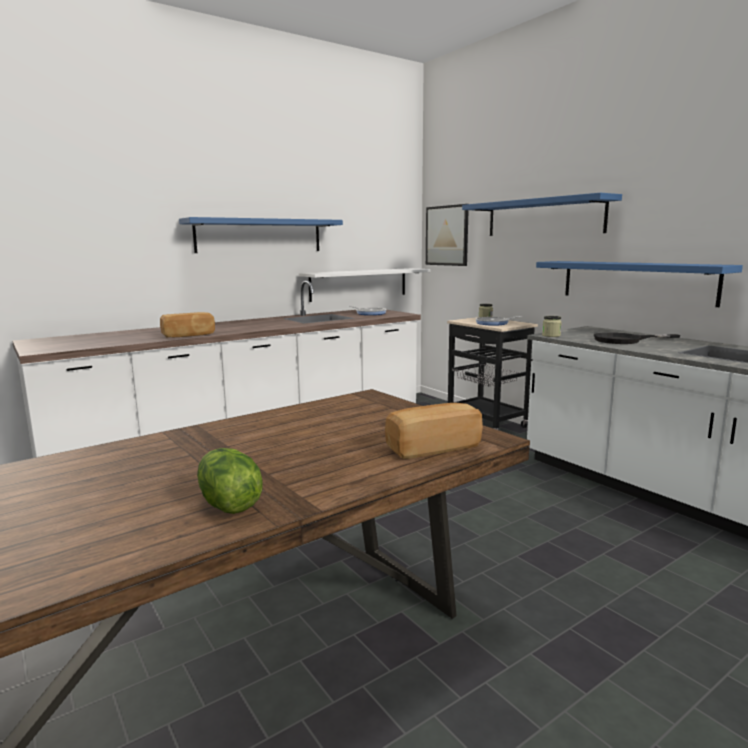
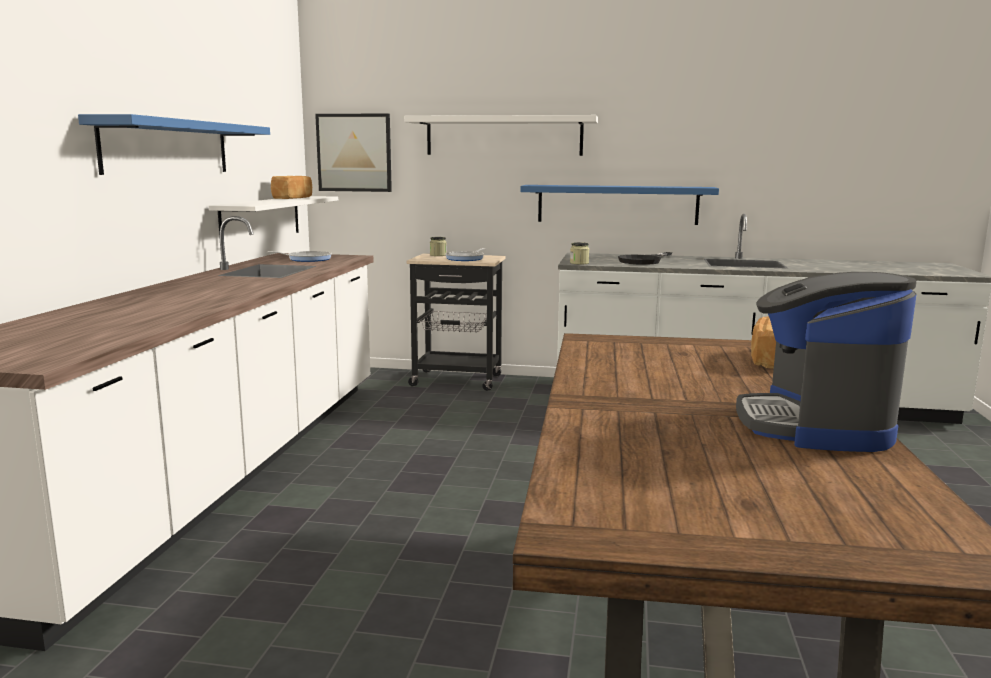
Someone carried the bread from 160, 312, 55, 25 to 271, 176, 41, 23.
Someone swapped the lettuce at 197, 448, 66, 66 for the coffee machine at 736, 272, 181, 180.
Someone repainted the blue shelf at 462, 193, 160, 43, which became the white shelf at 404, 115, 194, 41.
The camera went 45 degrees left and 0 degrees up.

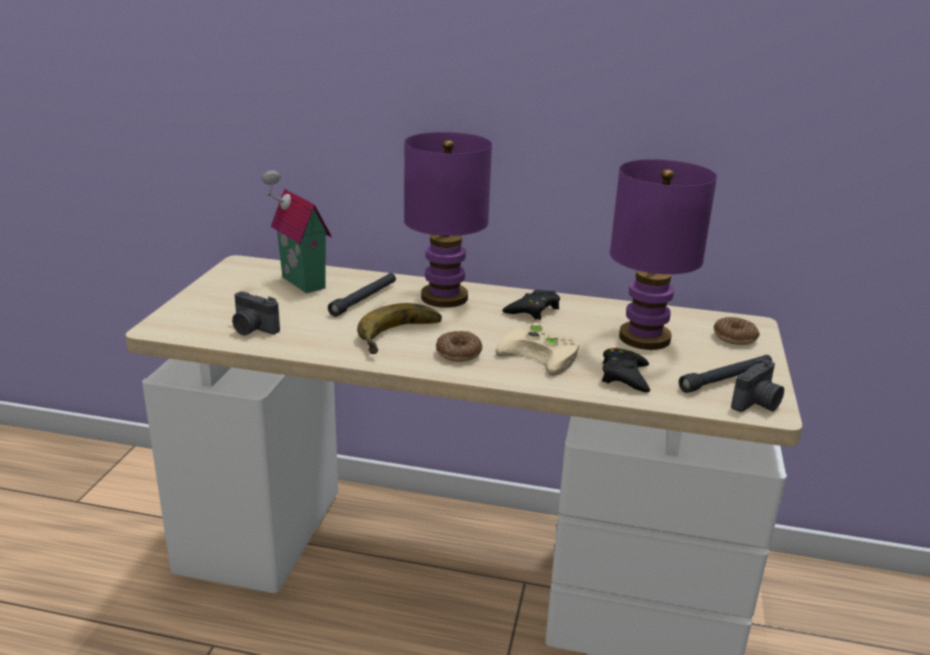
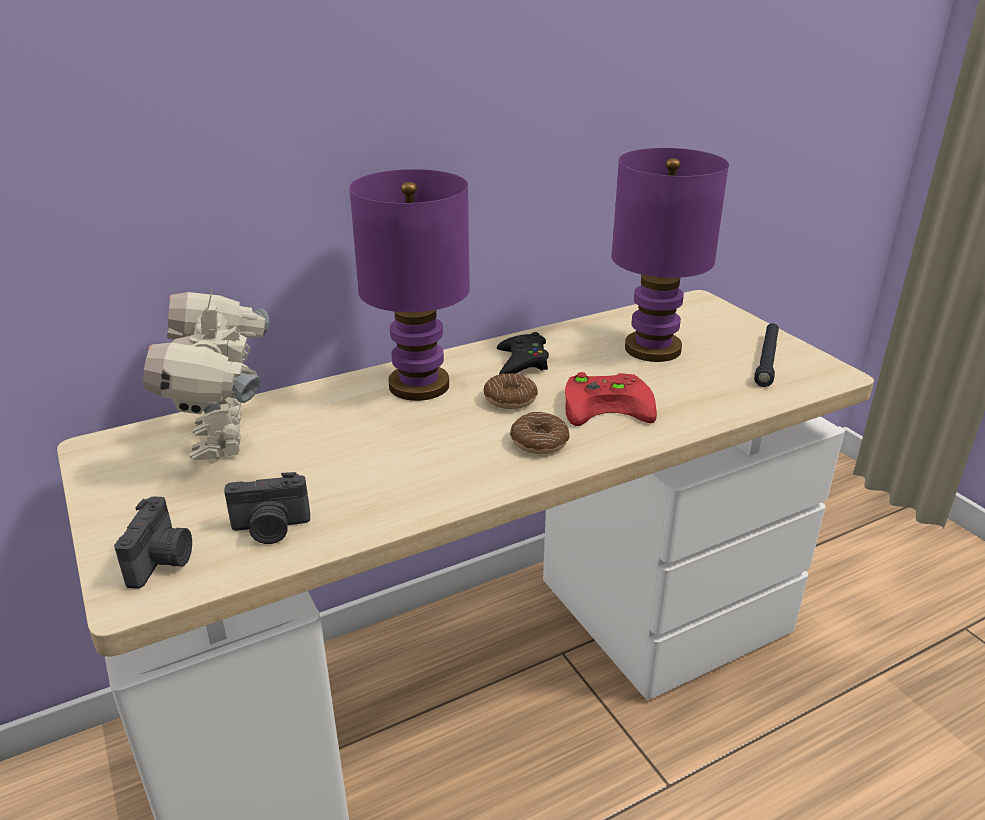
Someone took away the black flashlight at 328, 273, 68, 44.
Someone took away the banana at 357, 303, 85, 51.
Someone took away the black game controller at 602, 348, 48, 44.
Someone carried the donut from 714, 317, 46, 28 to 483, 373, 55, 36.
Someone carried the photo camera from 731, 358, 53, 54 to 114, 496, 78, 93.
Someone swapped the toy house at 262, 170, 70, 123 for the toy robot at 143, 288, 126, 172.
Someone repainted the beige game controller at 495, 322, 85, 54, which became the red game controller at 565, 372, 92, 54.
The camera went 40 degrees left and 5 degrees up.

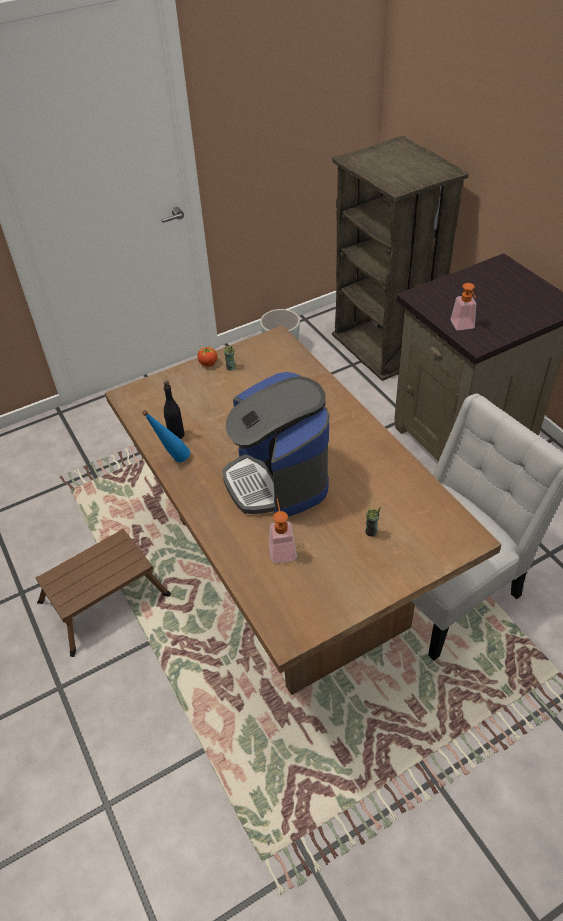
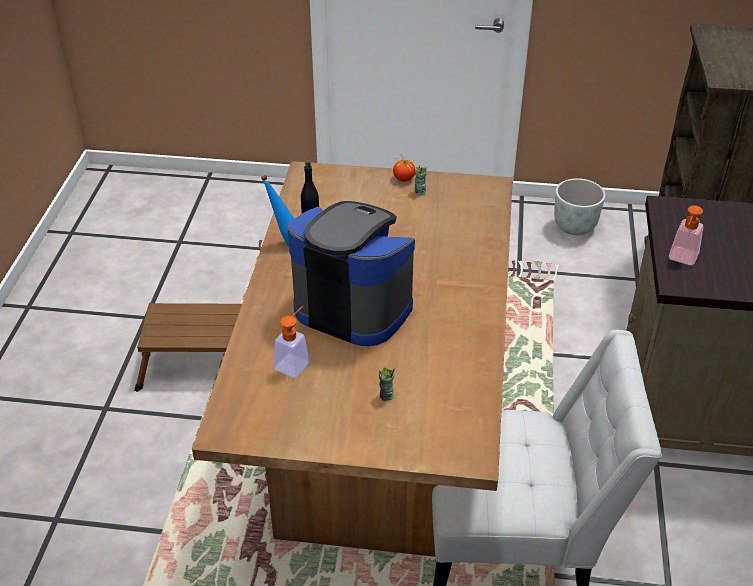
Someone rotated the coffee machine at 222, 372, 107, 145 by 105 degrees clockwise.
The camera went 35 degrees right and 5 degrees down.

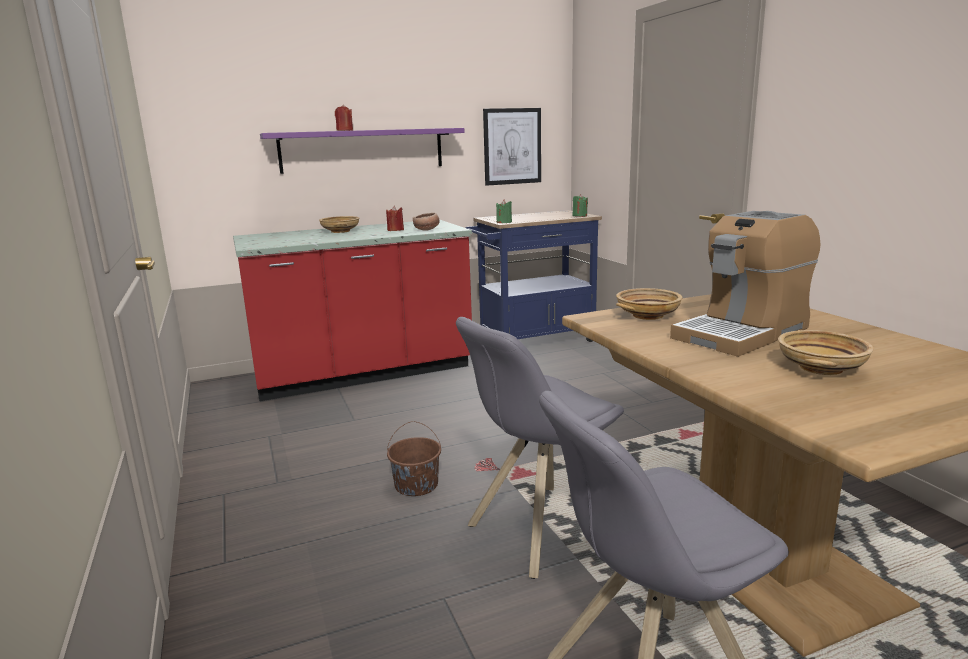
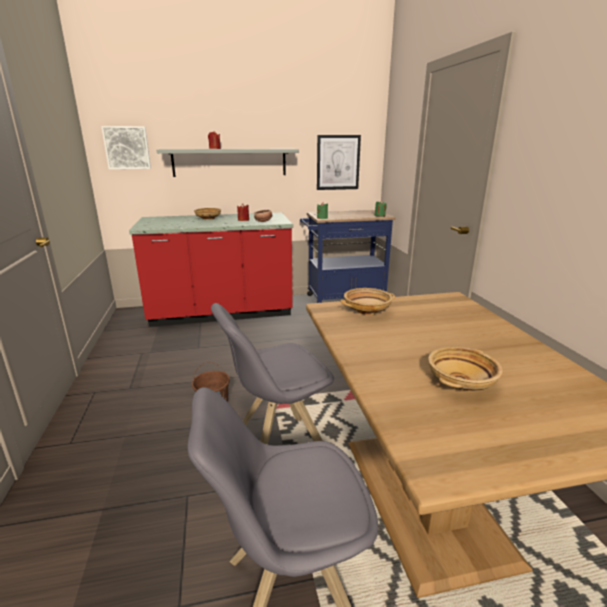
Someone took away the coffee machine at 670, 211, 150, 146.
Someone put up the picture at 101, 126, 50, 43.
Someone repainted the purple shelf at 260, 128, 205, 46, which became the grey shelf at 157, 149, 142, 28.
The camera went 10 degrees right and 5 degrees up.

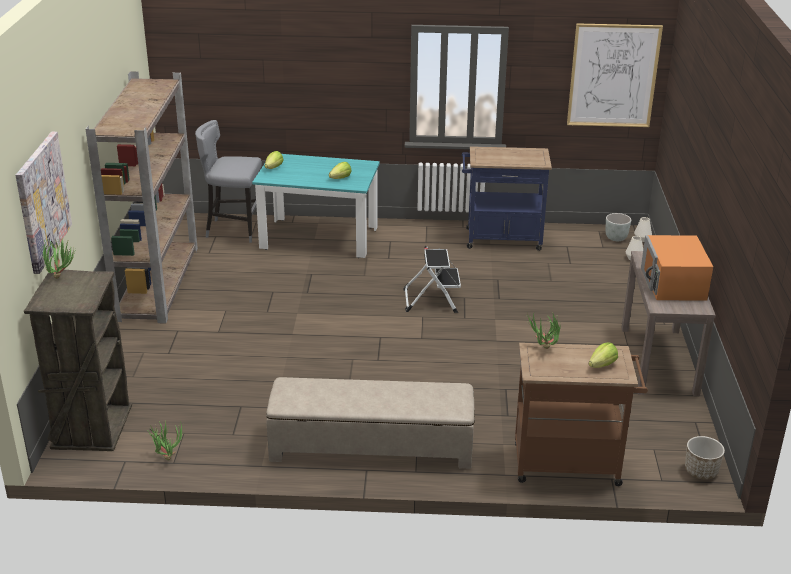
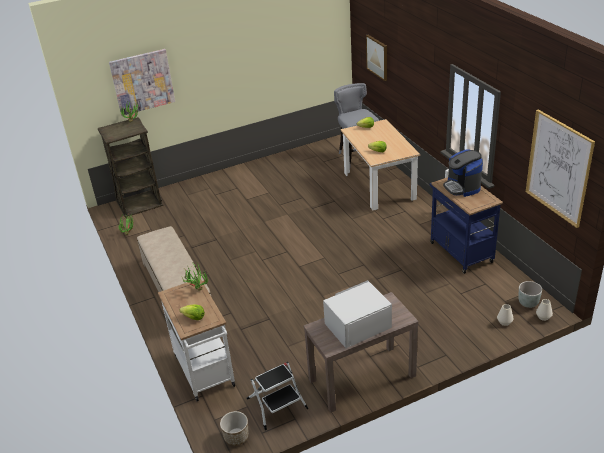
Someone took away the brown bookcase at 86, 71, 112, 253.
Someone put up the picture at 366, 35, 21, 46.
Someone put down the coffee machine at 443, 149, 40, 48.
Someone carried the step ladder from 403, 246, 58, 67 to 246, 362, 62, 68.
Someone repainted the turquoise dining table at 252, 154, 128, 104, which became the beige dining table at 341, 119, 79, 91.
Someone repainted the brown cart at 515, 343, 133, 143, which became the white cart at 158, 279, 77, 122.
Someone repainted the orange microwave at 641, 235, 72, 65, which became the white microwave at 323, 280, 69, 68.
The camera went 65 degrees right and 5 degrees up.

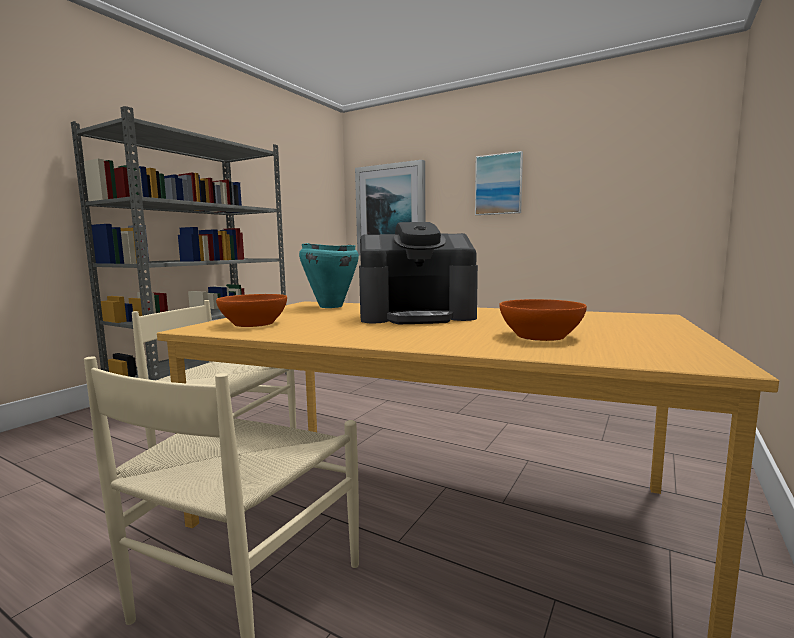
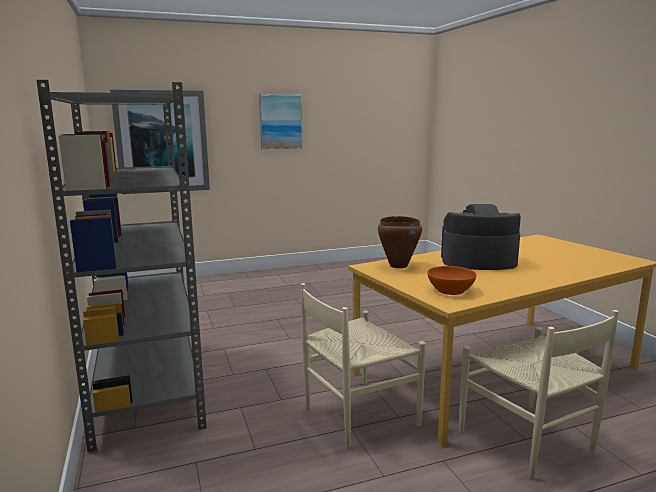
Someone took away the orange bowl at 499, 299, 88, 42.
Someone repainted the turquoise cooking pot at 299, 243, 60, 65, which became the brown cooking pot at 378, 216, 44, 52.
Someone rotated the coffee machine at 359, 222, 119, 102 by 120 degrees counterclockwise.
The camera went 50 degrees left and 5 degrees up.

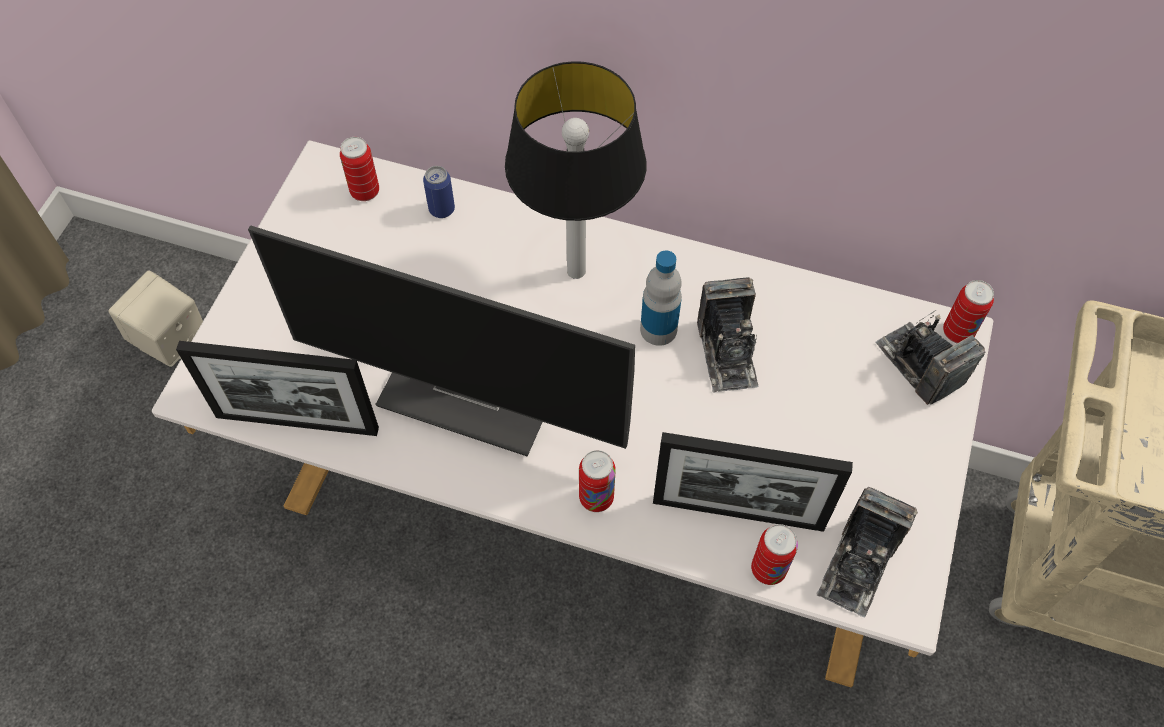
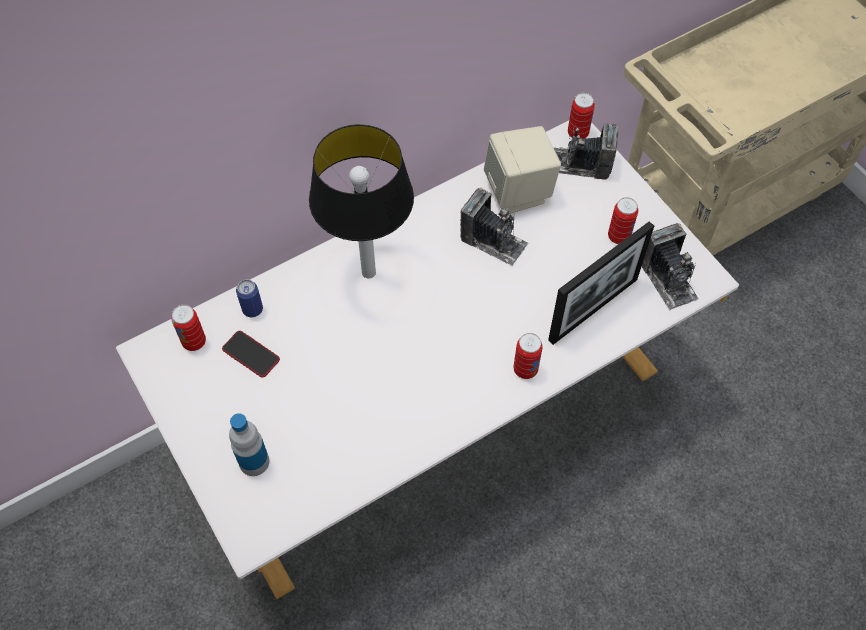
Someone took away the picture frame at 176, 341, 203, 95.
Someone took away the monitor at 248, 225, 387, 231.
Someone put down the phone at 222, 331, 58, 46.
Someone carried the beige speaker from 109, 270, 94, 97 to 484, 126, 77, 88.
Someone carried the bottle from 640, 250, 42, 96 to 229, 413, 40, 63.
Someone carried the can from 751, 524, 47, 61 to 608, 197, 30, 47.
The camera went 50 degrees left and 0 degrees up.

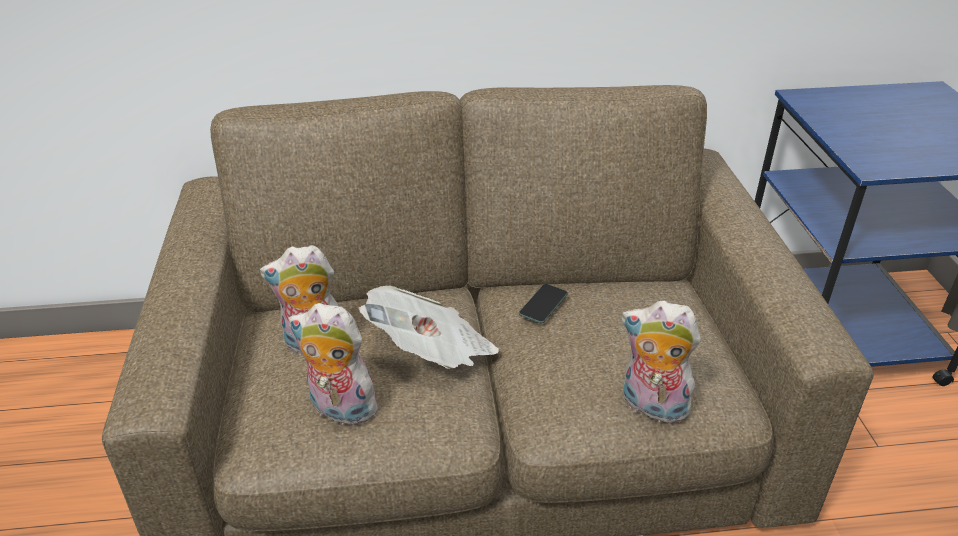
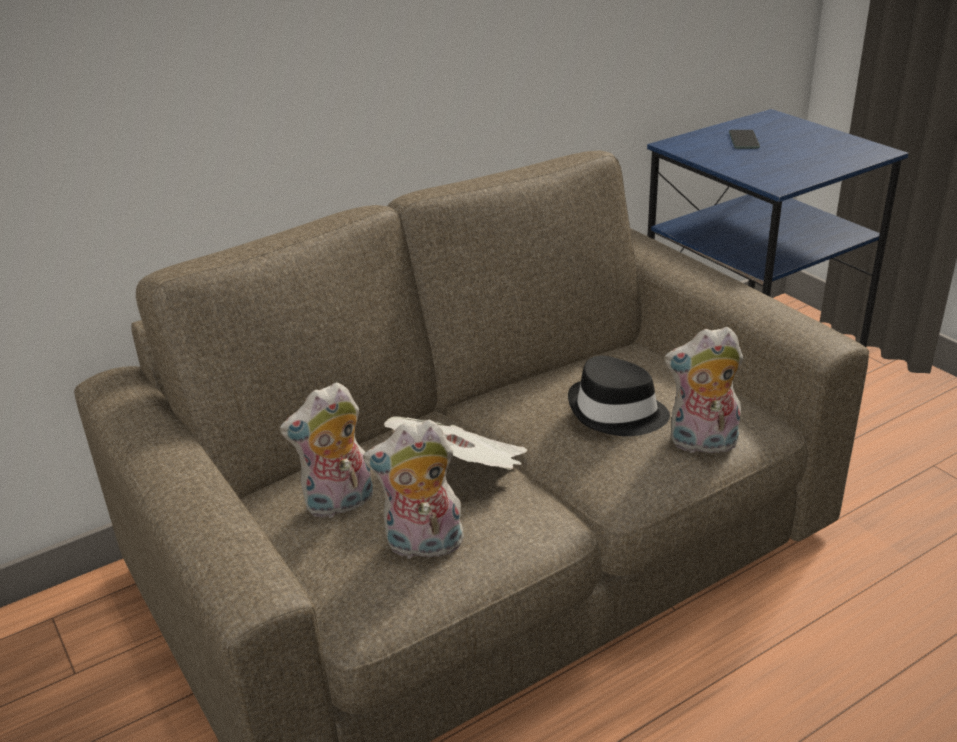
Someone put down the black hat at 568, 356, 102, 80.
Someone carried the phone from 519, 284, 49, 40 to 729, 130, 31, 19.
The camera went 25 degrees left and 5 degrees down.

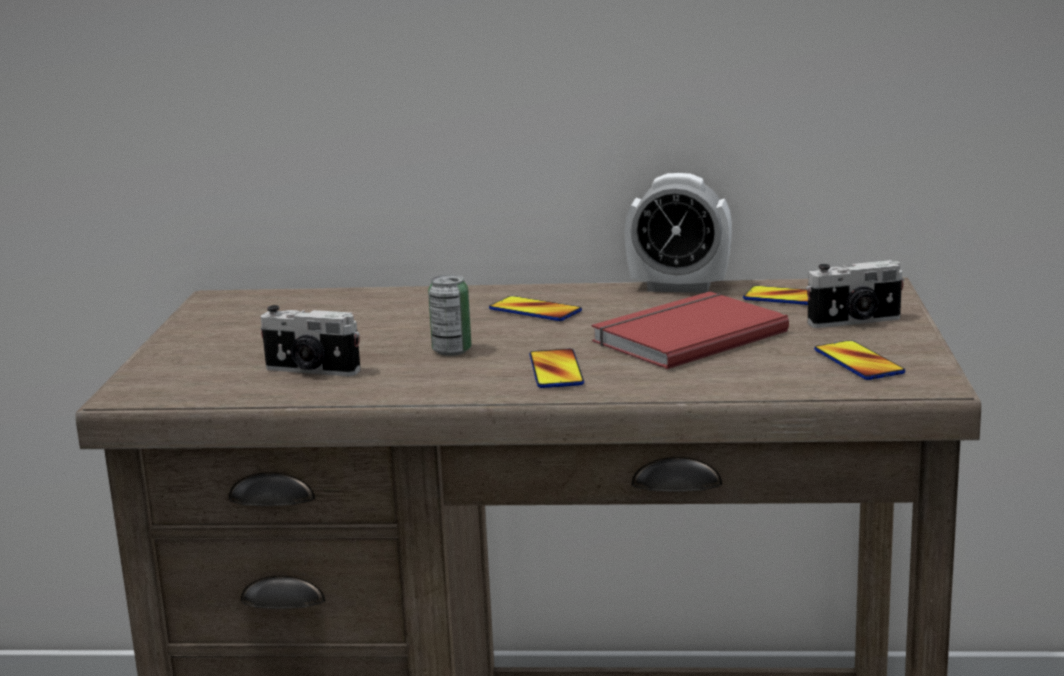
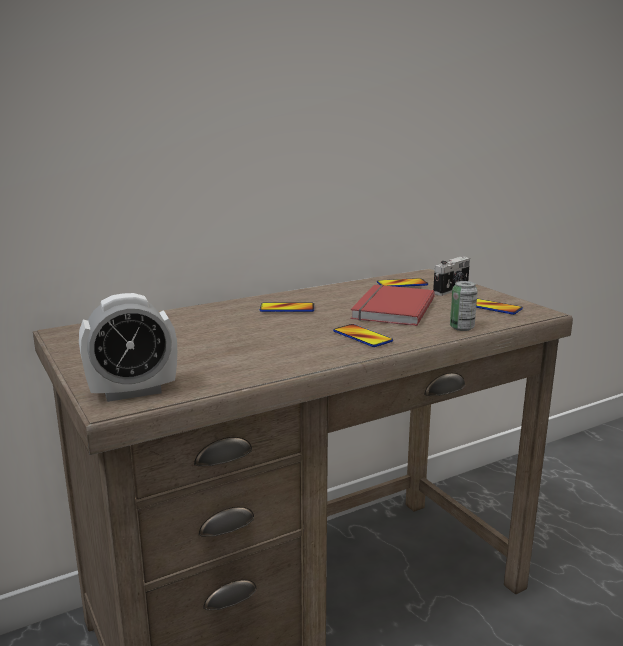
Someone took away the photo camera at 261, 305, 100, 71.
Someone carried the can from 428, 275, 44, 81 to 450, 281, 28, 50.
Someone carried the alarm clock from 624, 173, 108, 120 to 79, 293, 98, 109.
The camera went 35 degrees left and 0 degrees up.

